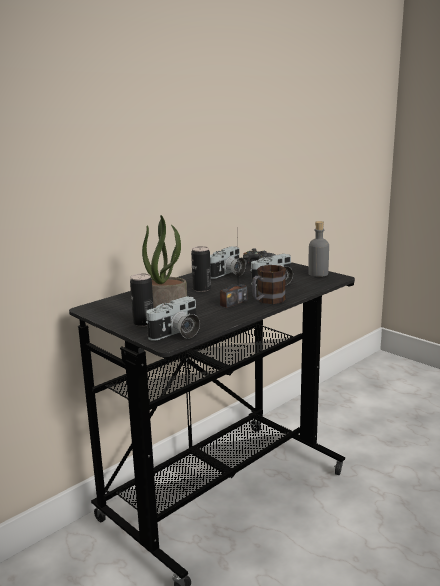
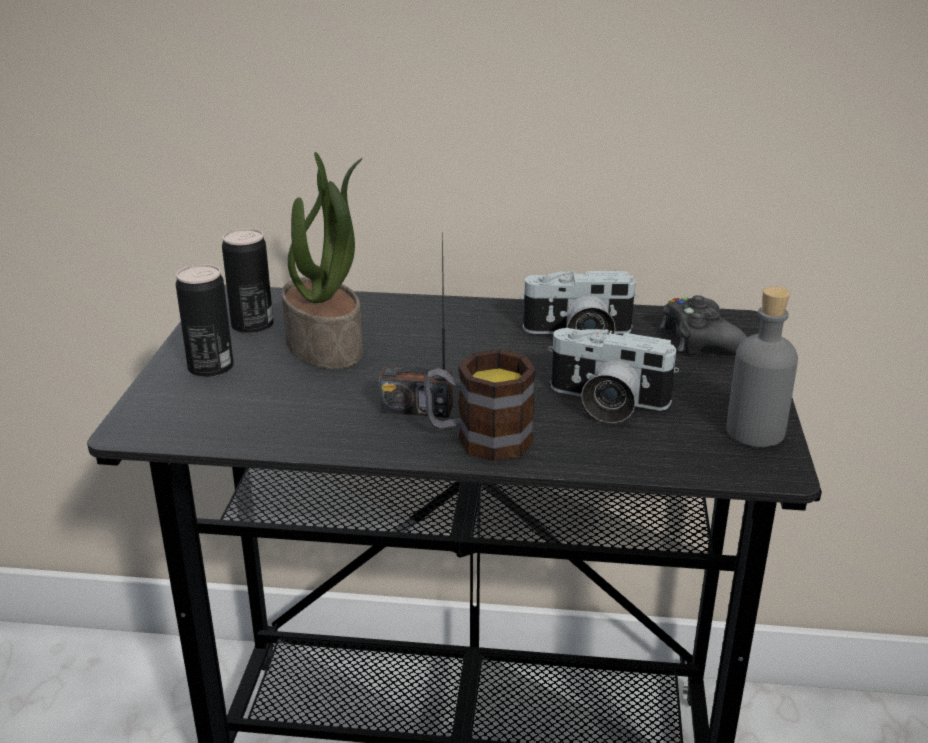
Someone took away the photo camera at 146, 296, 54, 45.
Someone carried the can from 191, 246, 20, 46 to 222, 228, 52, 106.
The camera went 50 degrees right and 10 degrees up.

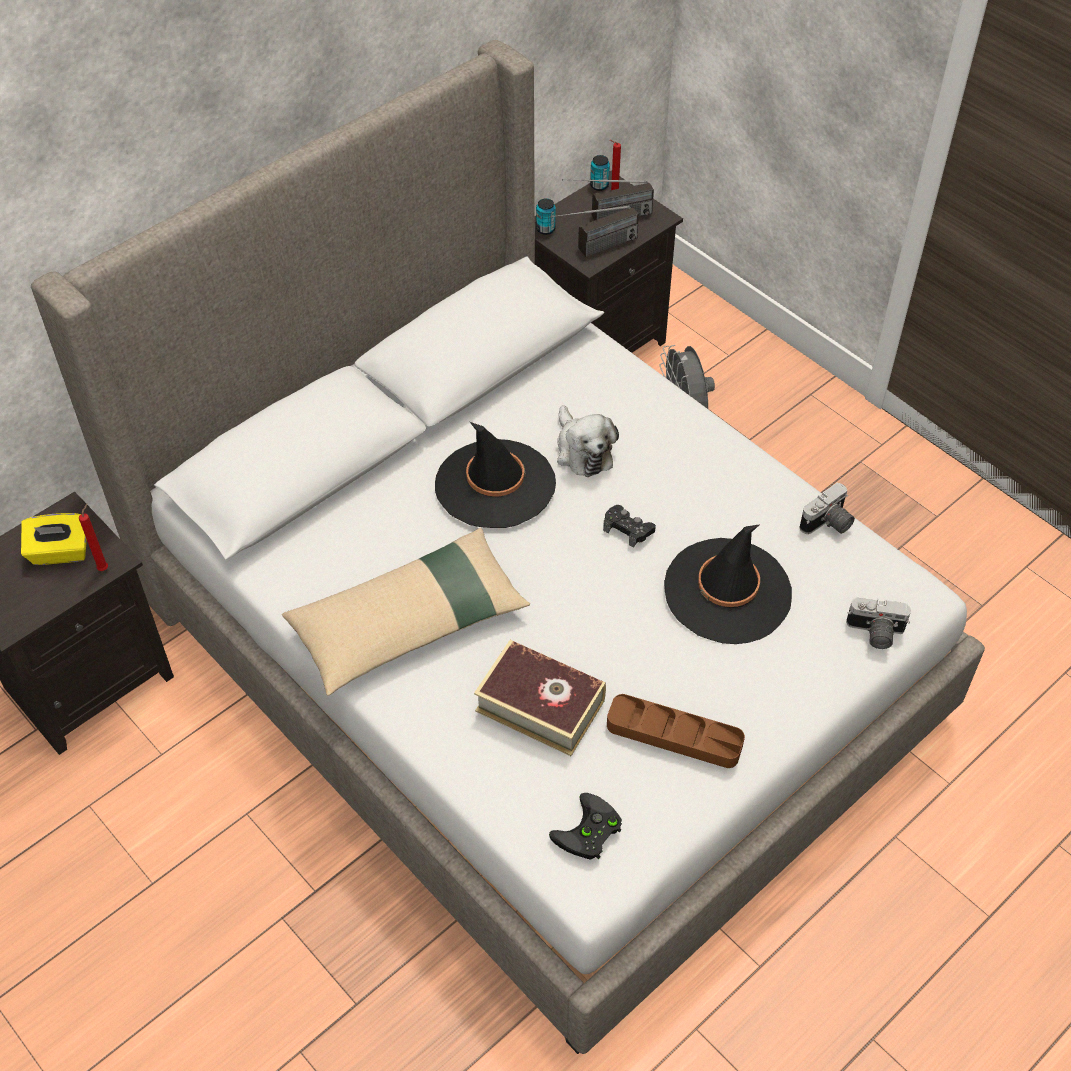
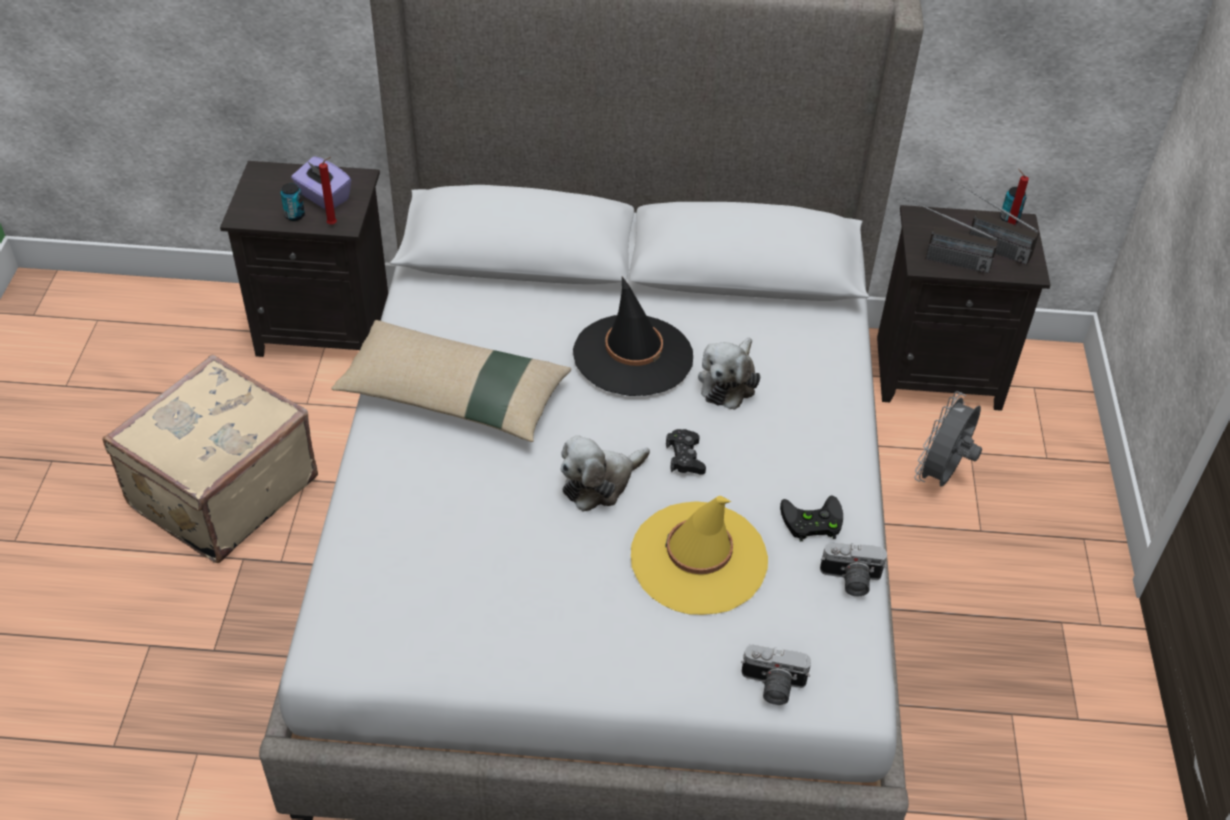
Someone took away the book at 474, 640, 132, 116.
Someone took away the brown tray at 607, 694, 138, 74.
Someone put down the beige suitcase at 103, 354, 215, 209.
Someone put down the plush toy at 561, 435, 89, 77.
Someone carried the can from 536, 198, 20, 37 to 280, 183, 25, 38.
Someone carried the black game controller from 549, 793, 73, 67 to 780, 495, 63, 46.
Someone repainted the yellow tissue box at 21, 513, 66, 52, which became the purple tissue box at 291, 156, 60, 54.
Someone repainted the black hat at 664, 524, 128, 120, which became the yellow hat at 631, 496, 137, 119.
Someone rotated the photo camera at 846, 598, 65, 51 by 45 degrees counterclockwise.
The camera went 45 degrees right and 5 degrees down.

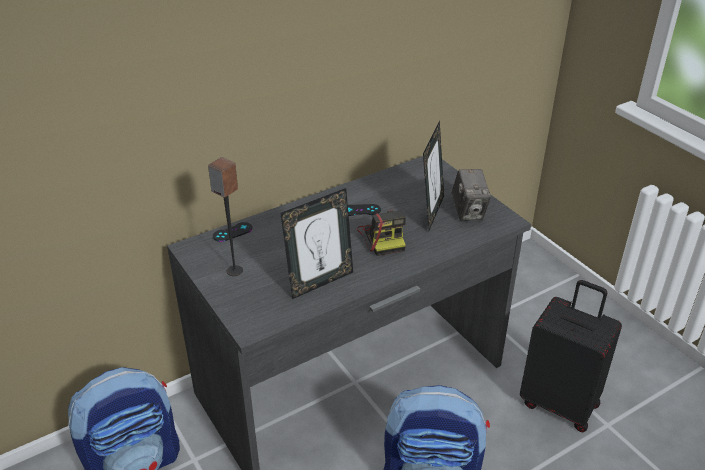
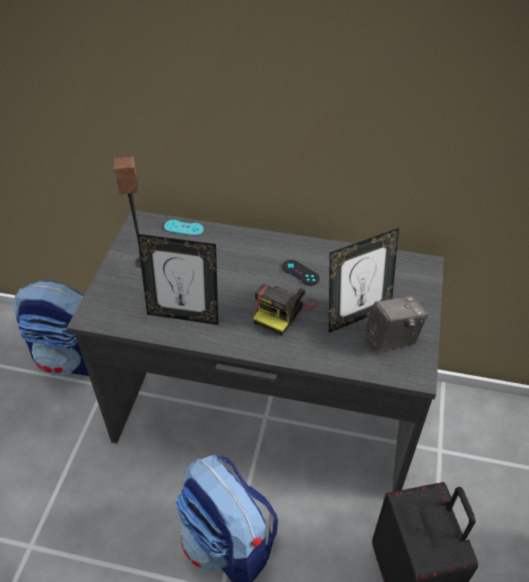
Someone repainted the black game controller at 213, 222, 39, 20, which became the turquoise game controller at 164, 220, 40, 16.
Someone rotated the photo camera at 452, 169, 39, 52 by 150 degrees counterclockwise.
The camera went 45 degrees right and 10 degrees up.

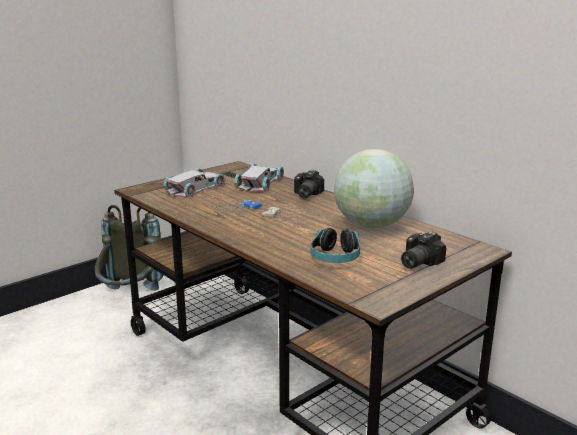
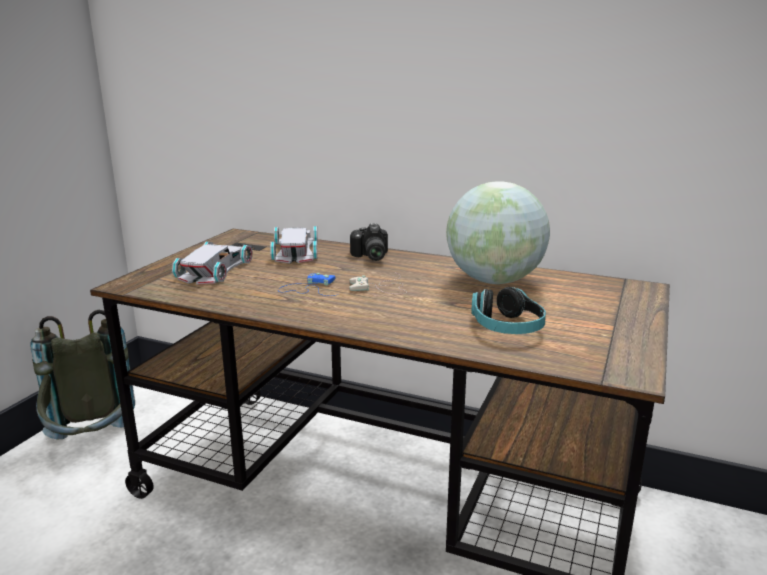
Someone took away the photo camera at 401, 232, 45, 37.
The camera went 25 degrees left and 0 degrees up.

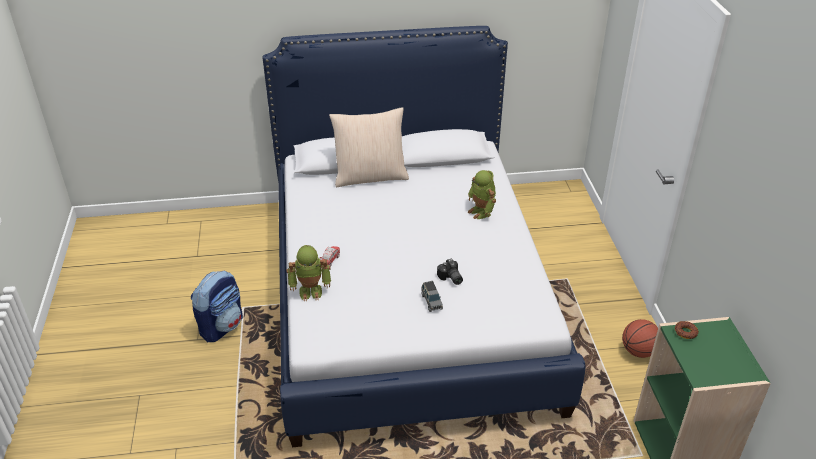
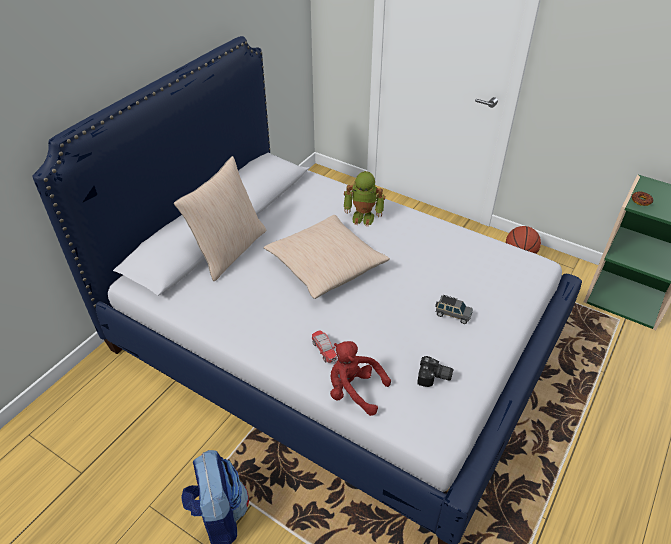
Someone put down the beige pillow at 264, 215, 126, 84.
Someone carried the photo camera from 437, 259, 26, 26 to 417, 356, 37, 31.
Someone swapped the toy robot at 286, 245, 45, 56 for the red plush toy at 330, 341, 61, 75.
The camera went 50 degrees left and 5 degrees up.

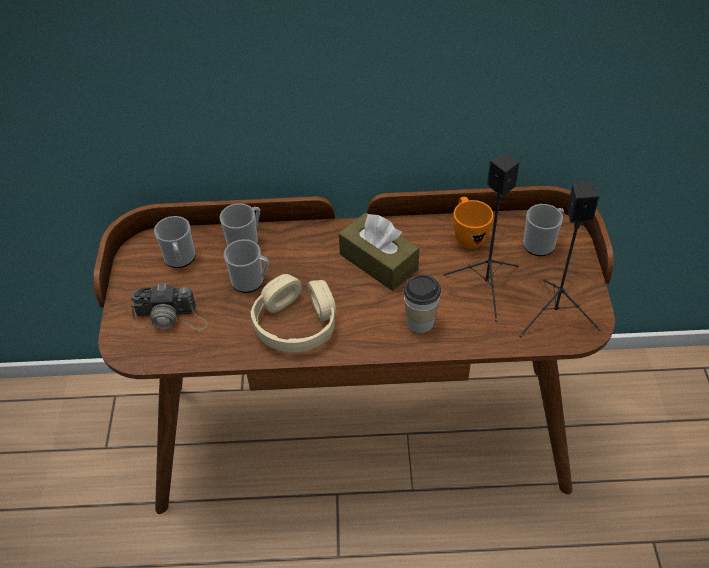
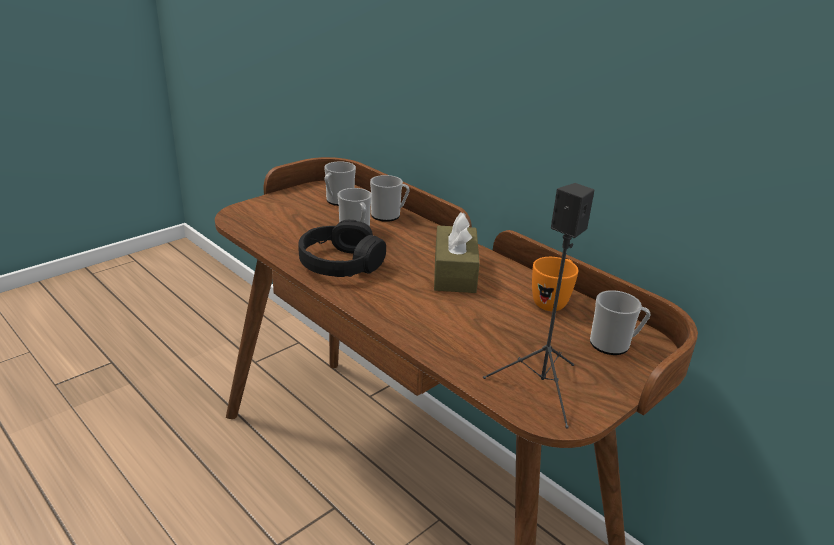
Someone took away the photo camera at 131, 284, 77, 47.
Someone took away the cup at 403, 275, 38, 58.
Someone took away the black speaker at 443, 153, 76, 169.
Someone repainted the beige headphones at 251, 274, 85, 78, which became the black headphones at 298, 220, 88, 57.
The camera went 45 degrees right and 20 degrees down.

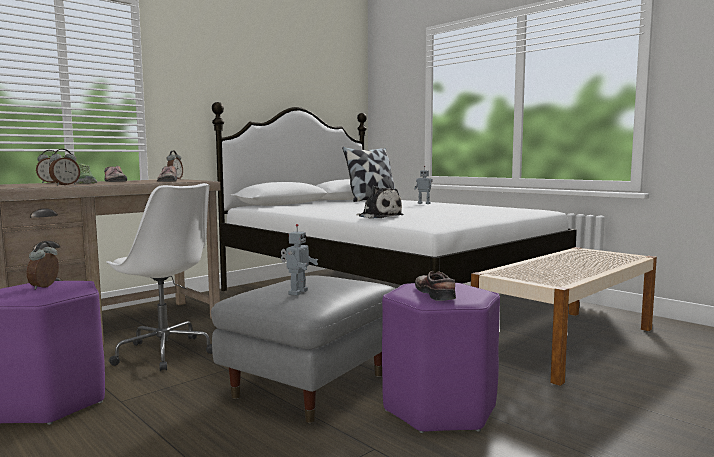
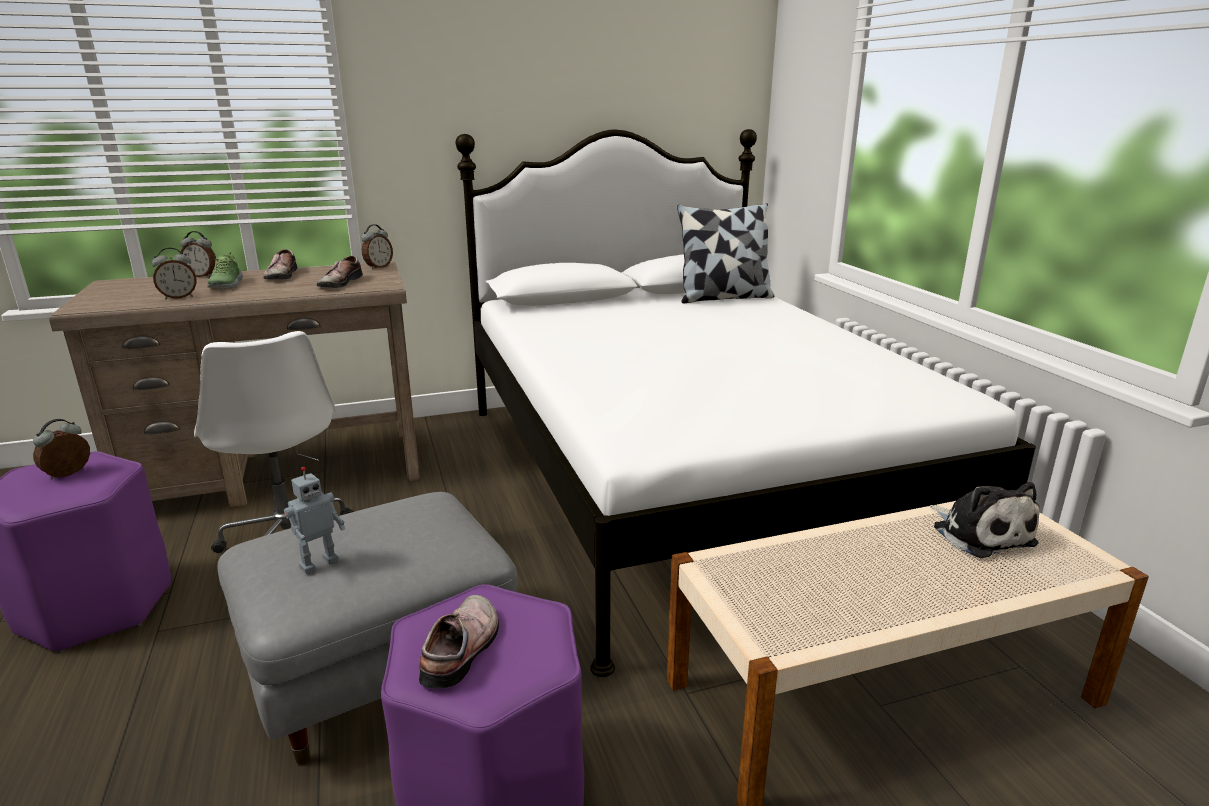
Someone took away the toy robot at 415, 166, 18, 38.
Someone carried the plush toy from 356, 186, 47, 33 to 930, 482, 110, 76.
The camera went 25 degrees right and 15 degrees up.

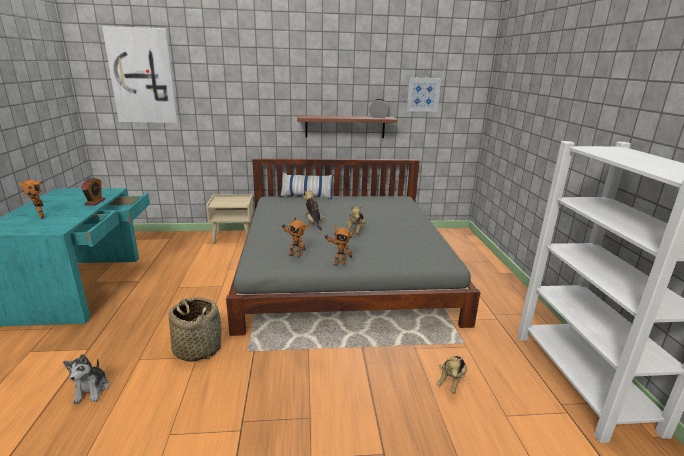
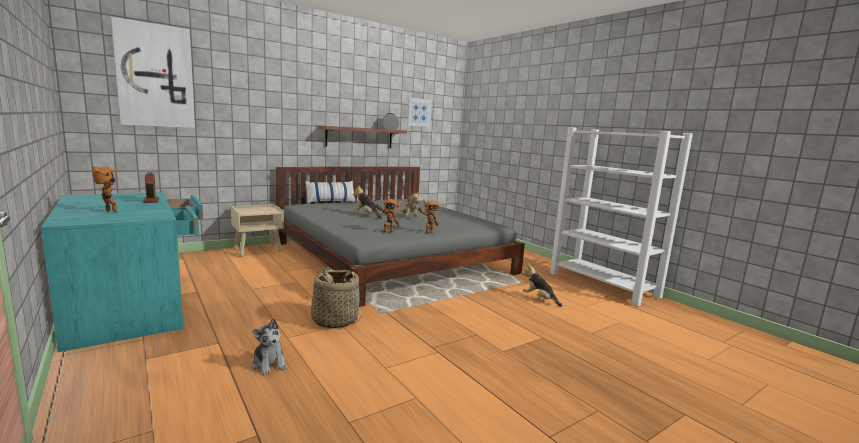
Someone rotated the plush toy at 436, 356, 31, 37 by 135 degrees clockwise.
The camera went 30 degrees left and 10 degrees down.

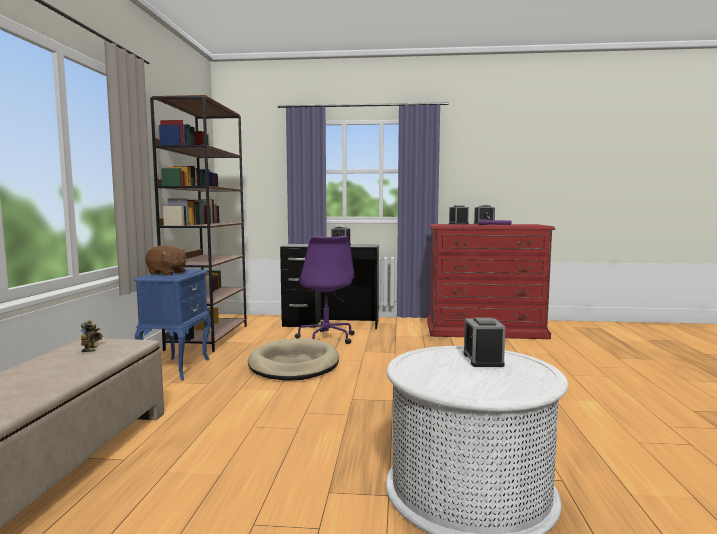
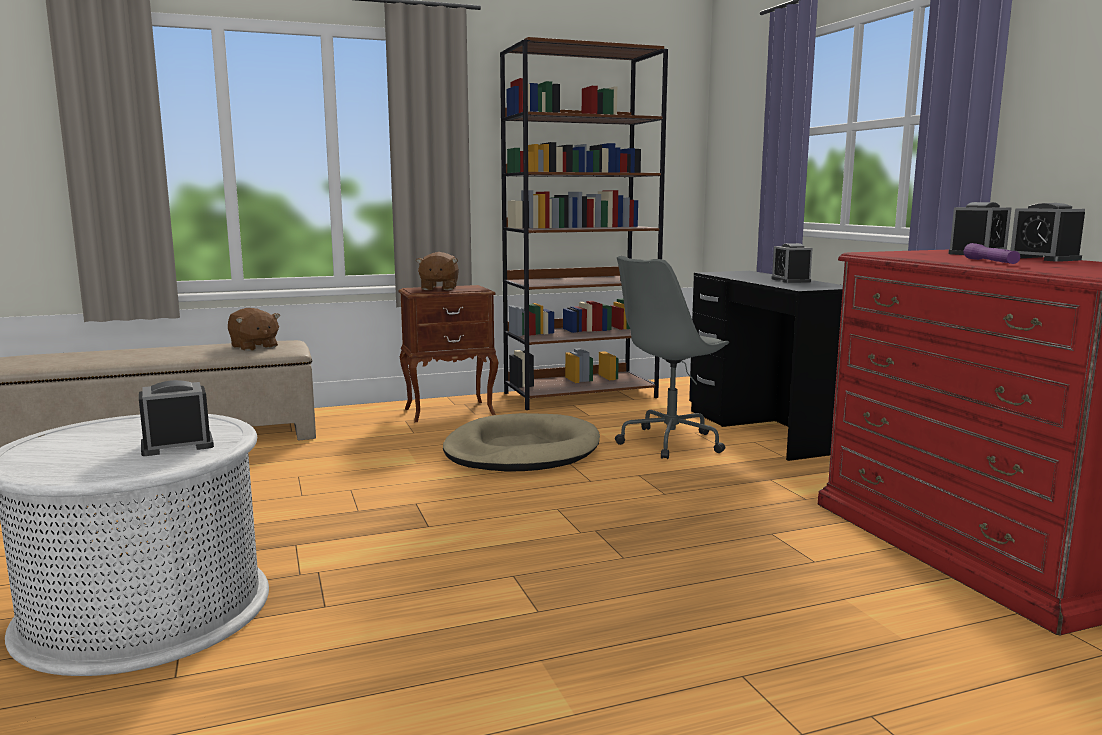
Someone swapped the toy robot at 81, 320, 22, 32 for the brown plush toy at 228, 308, 52, 43.
Someone repainted the blue nightstand at 134, 269, 77, 111, which became the brown nightstand at 399, 285, 100, 138.
Someone repainted the purple office chair at 295, 236, 60, 108, which became the grey office chair at 615, 256, 114, 203.
The camera went 65 degrees right and 5 degrees up.

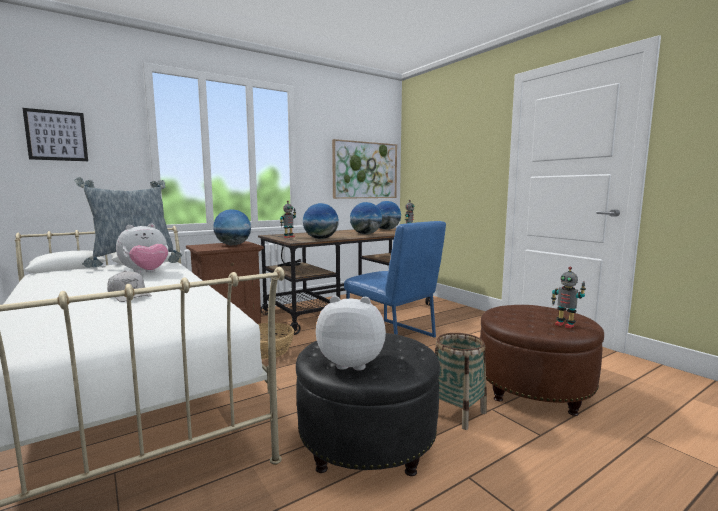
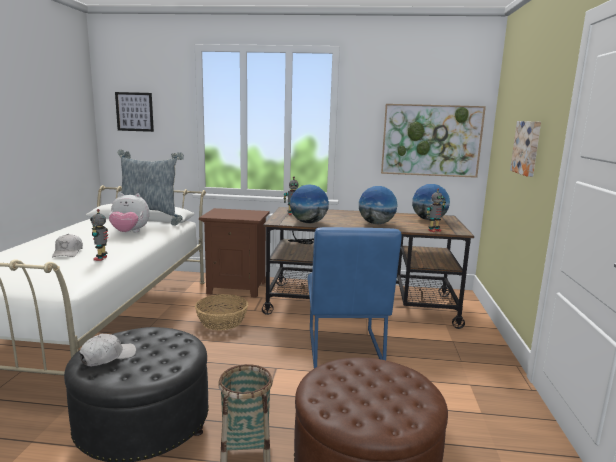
Someone took away the globe at 213, 209, 38, 36.
Someone put up the picture at 510, 121, 31, 56.
Someone carried the toy robot from 551, 266, 35, 62 to 90, 209, 18, 52.
Someone swapped the plush toy at 316, 296, 70, 74 for the white cap at 79, 334, 57, 32.
The camera went 40 degrees right and 5 degrees up.

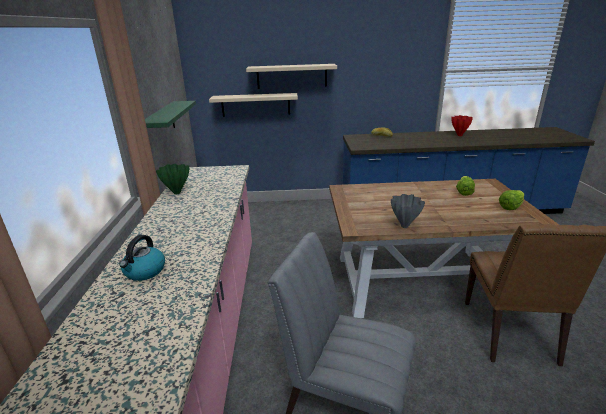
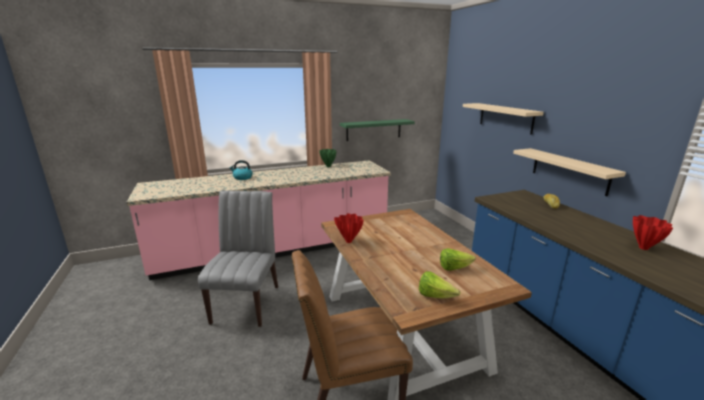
Someone carried the beige shelf from 209, 93, 89, 24 to 513, 148, 113, 49.
Someone repainted the grey vase at 391, 194, 34, 34, which became the red vase at 334, 213, 30, 30.
The camera went 70 degrees right and 5 degrees down.

